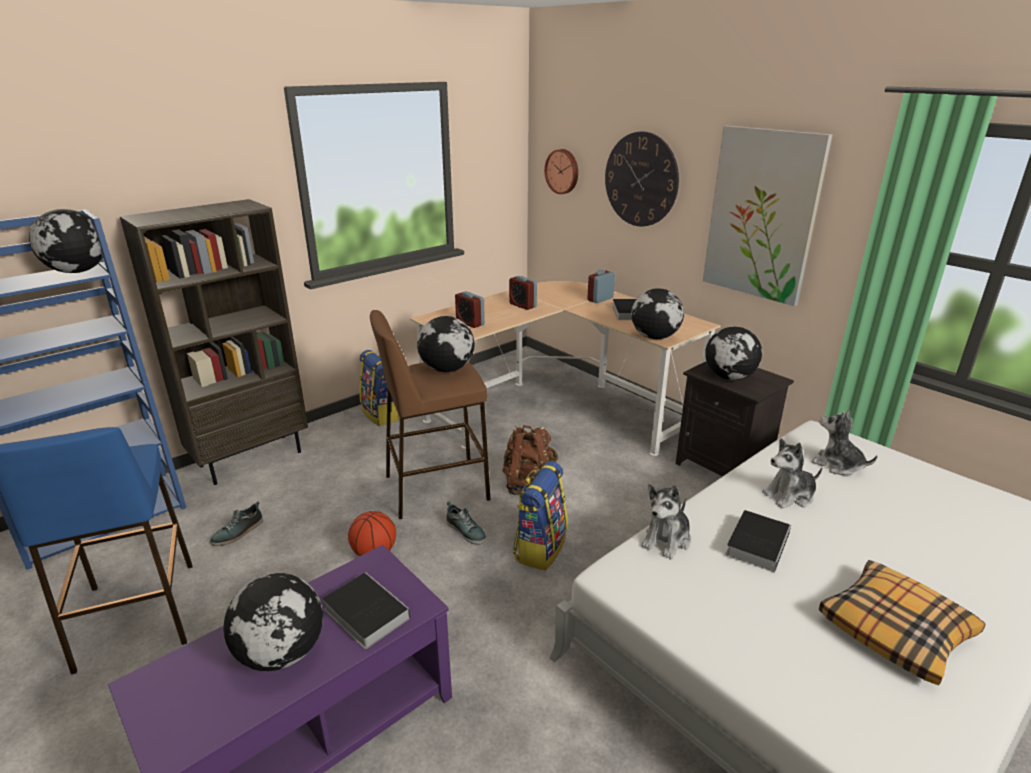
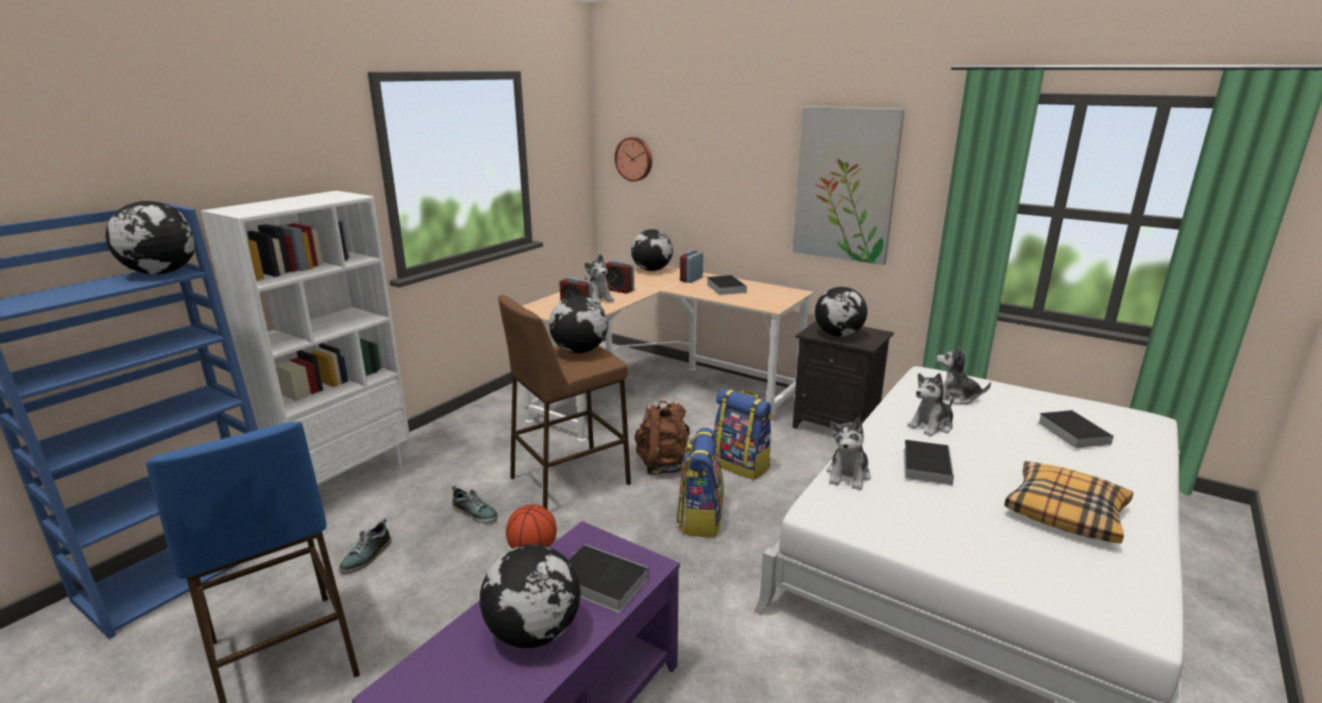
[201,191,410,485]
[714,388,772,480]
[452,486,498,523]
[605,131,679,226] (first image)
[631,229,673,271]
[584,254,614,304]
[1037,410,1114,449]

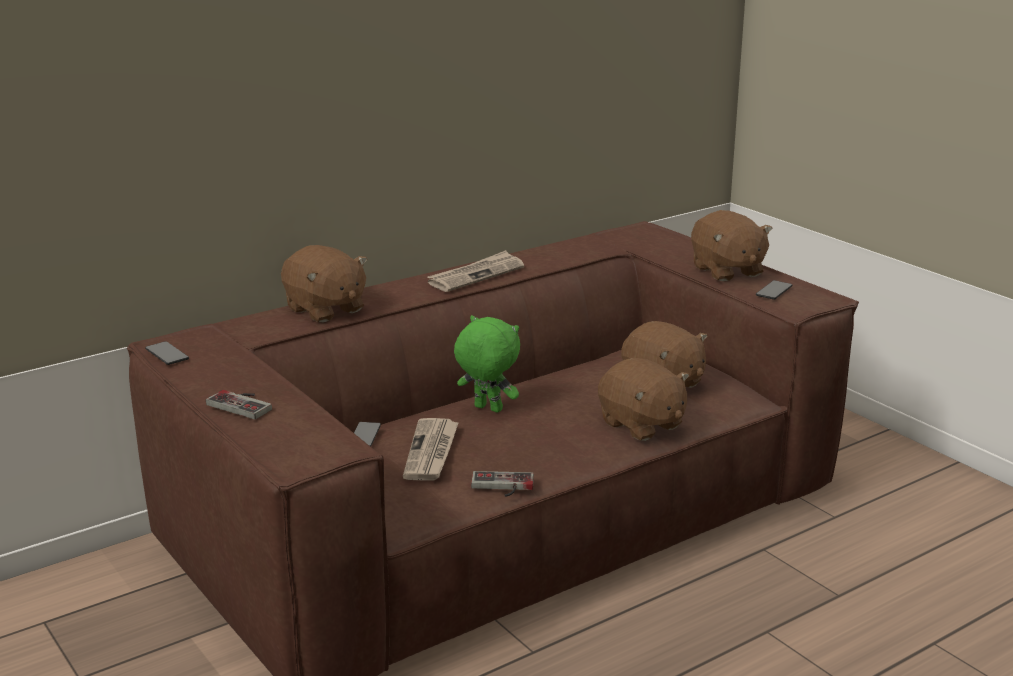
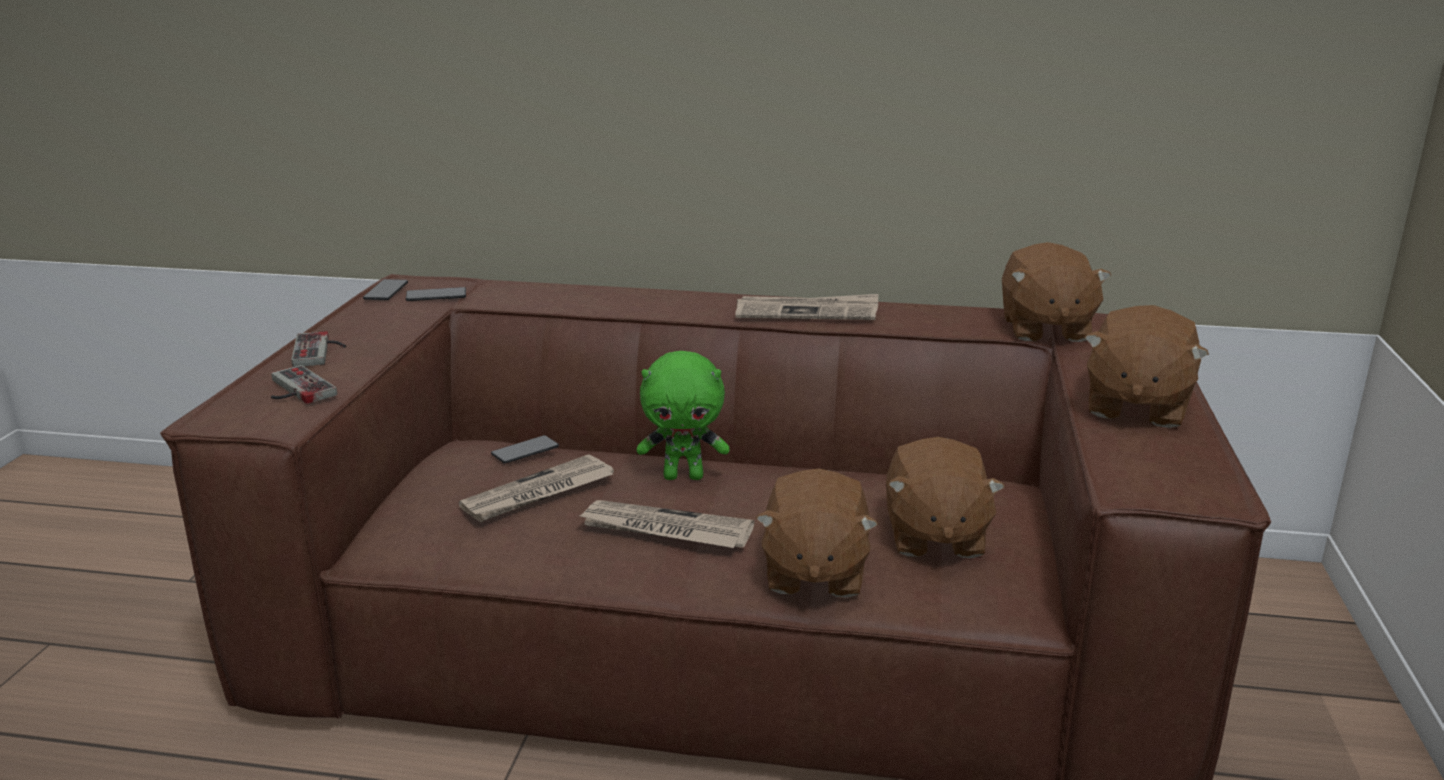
[1002,242,1112,342]
[637,351,730,480]
[271,365,337,404]
[406,287,466,301]
[577,500,754,548]

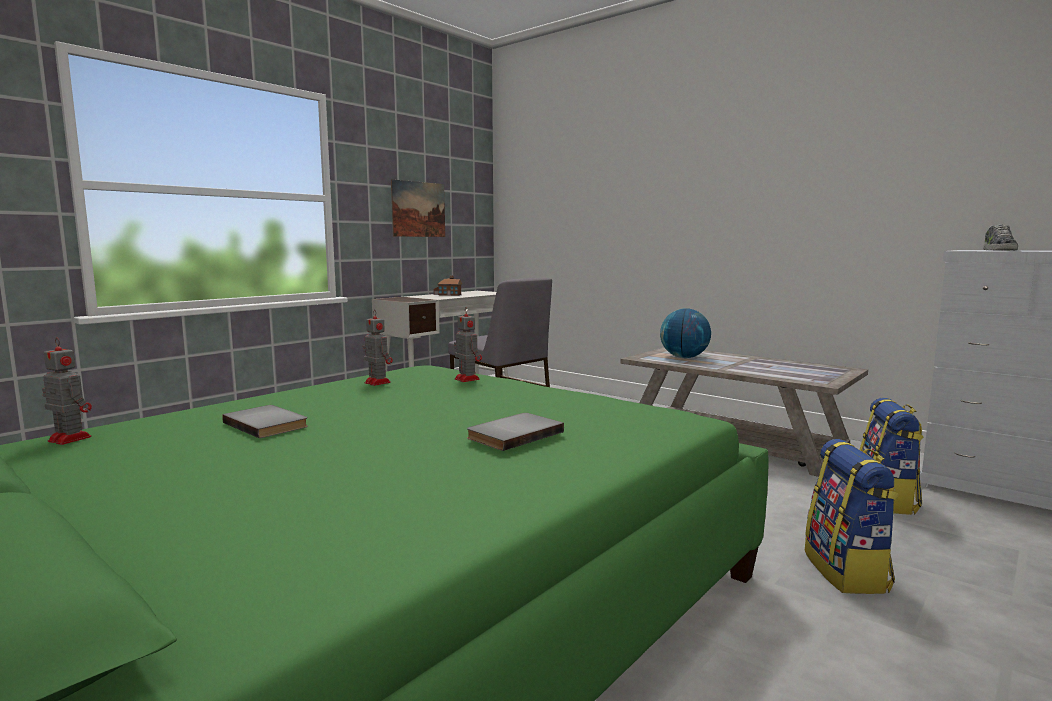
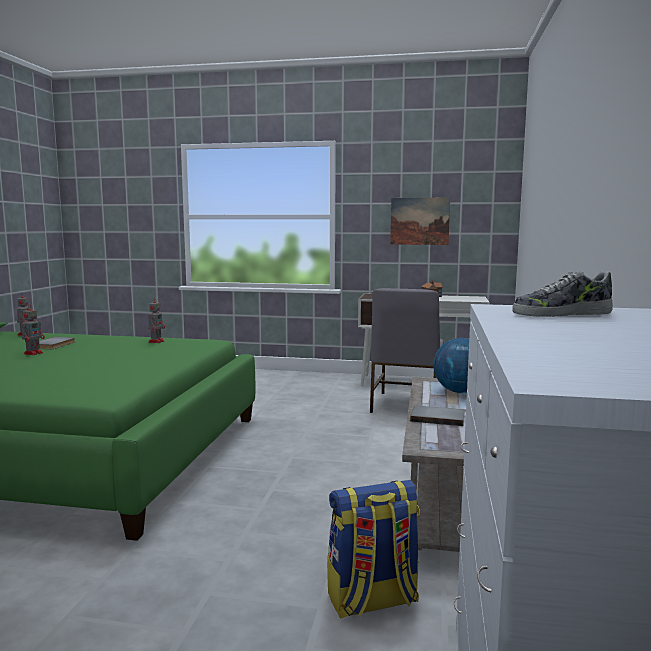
[21,304,45,355]
[410,406,465,426]
[805,439,899,594] (first image)

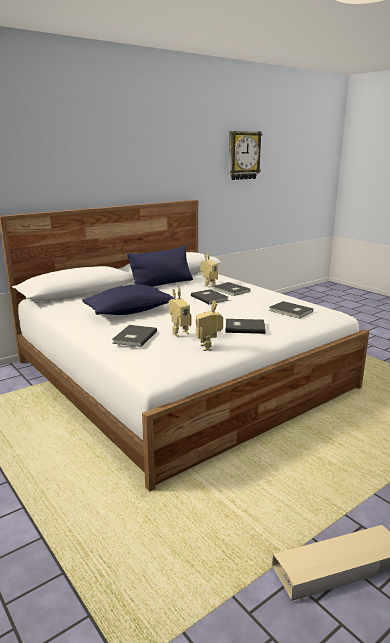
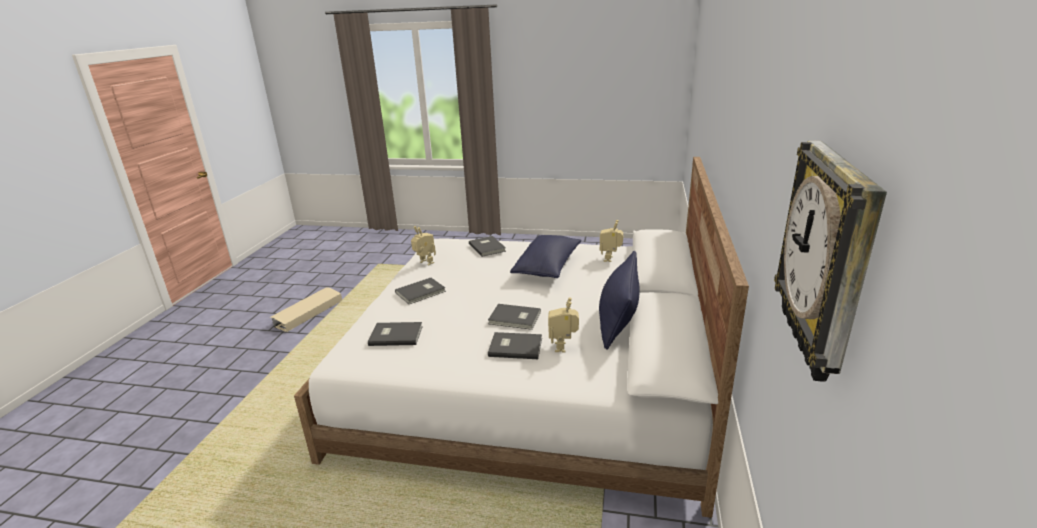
[600,220,623,262]

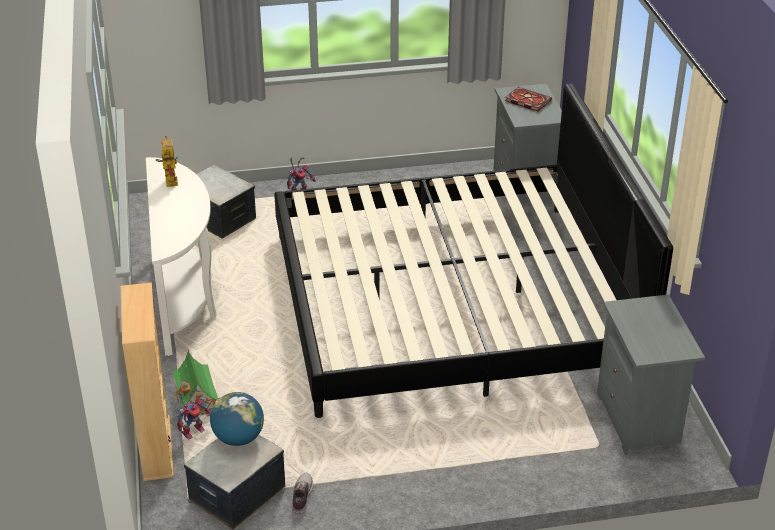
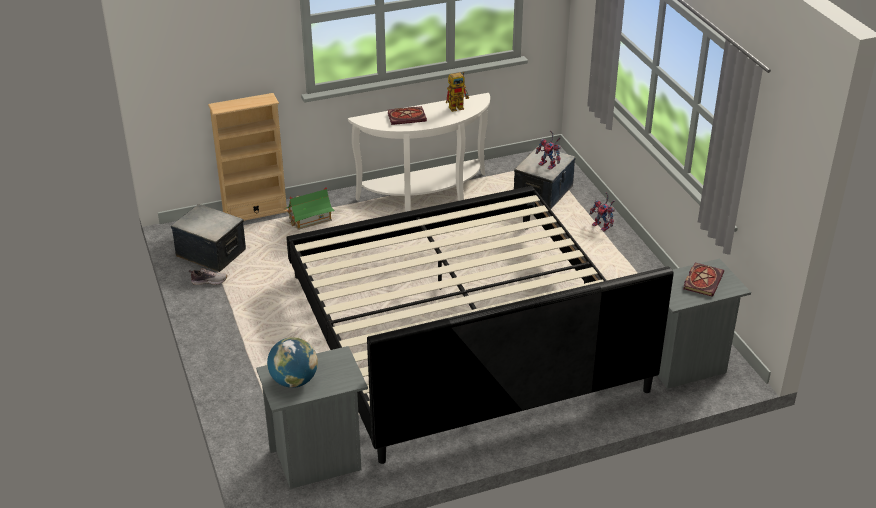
[535,130,561,170]
[267,337,318,388]
[388,106,427,125]

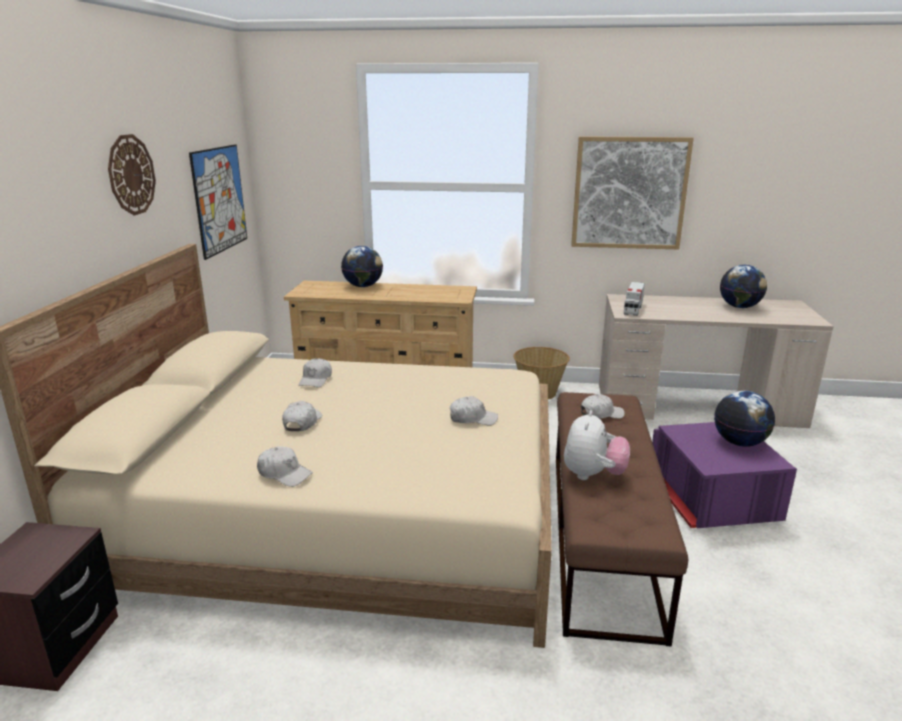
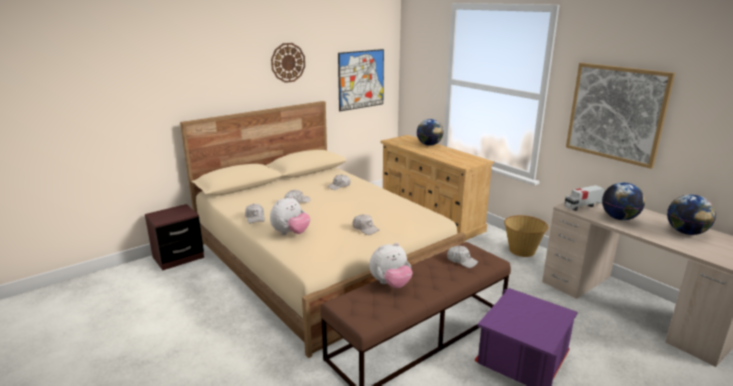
[602,182,645,220]
[270,195,310,235]

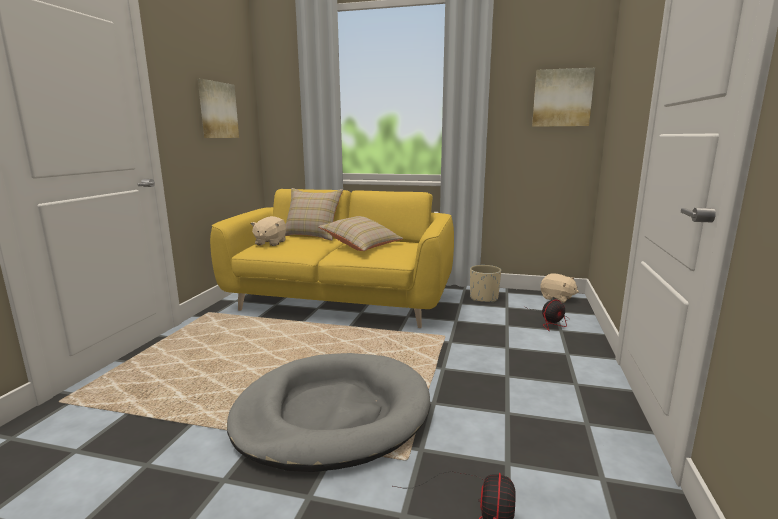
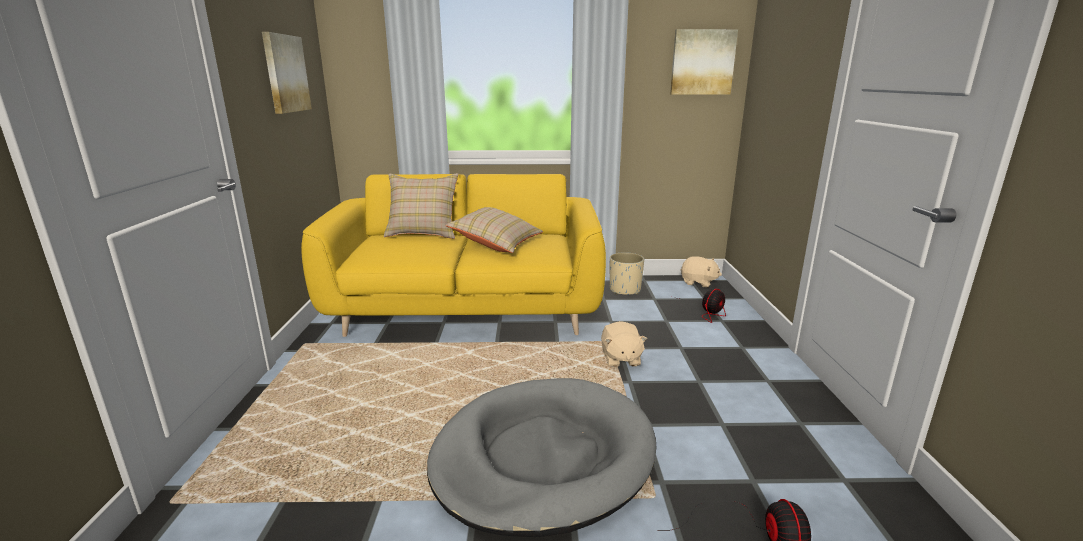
[601,321,647,367]

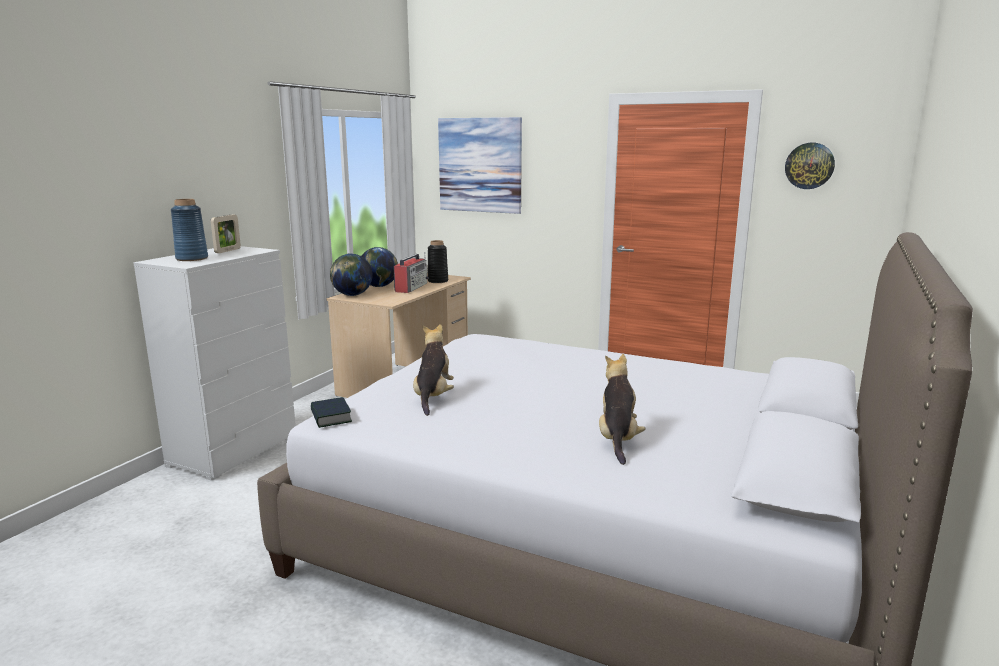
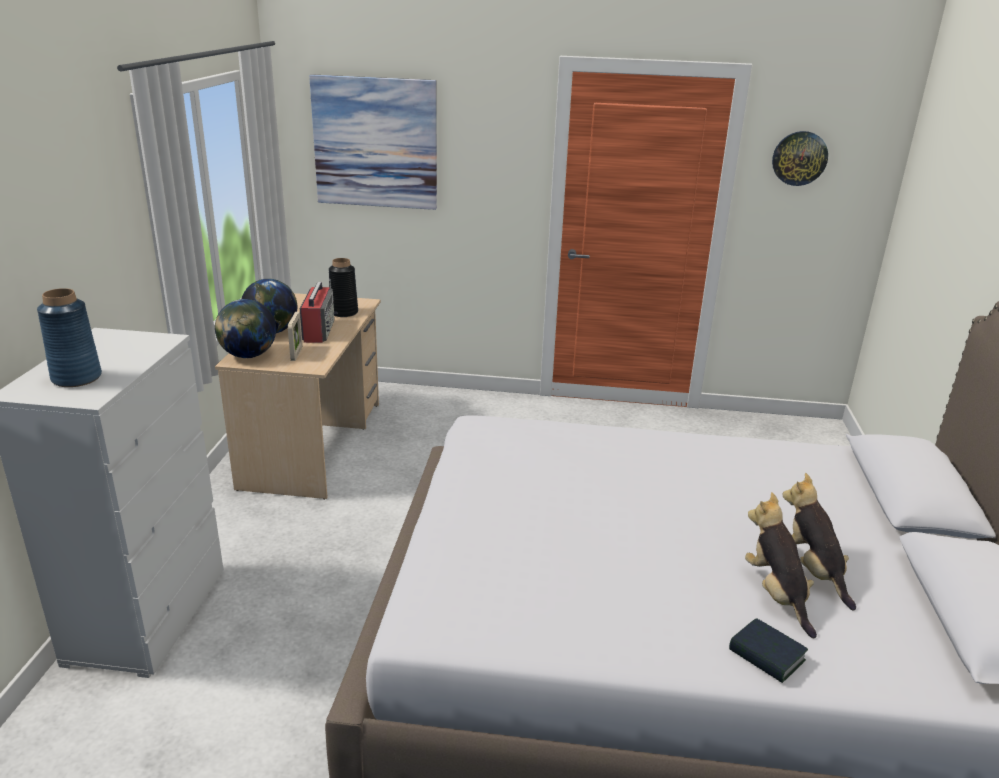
[288,312,303,361]
[729,618,808,683]
[782,473,856,610]

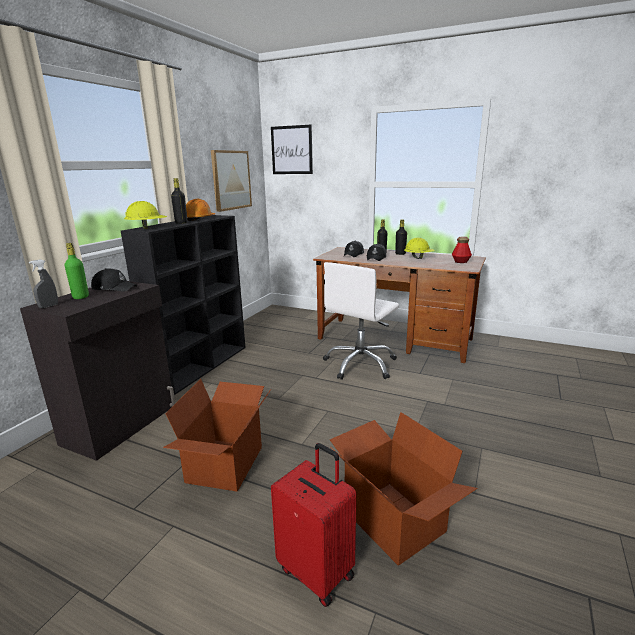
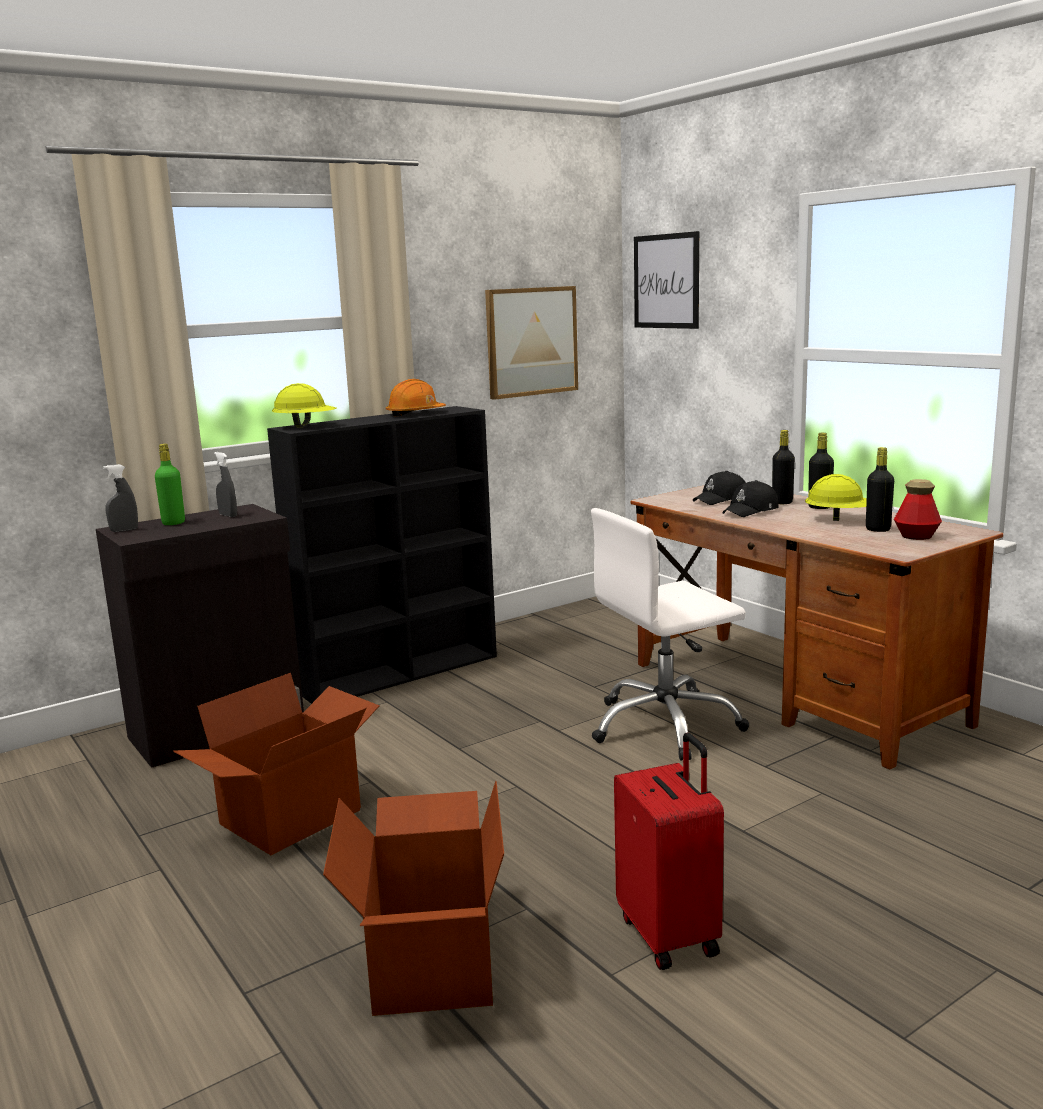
[214,452,237,517]
[866,447,894,532]
[614,733,724,970]

